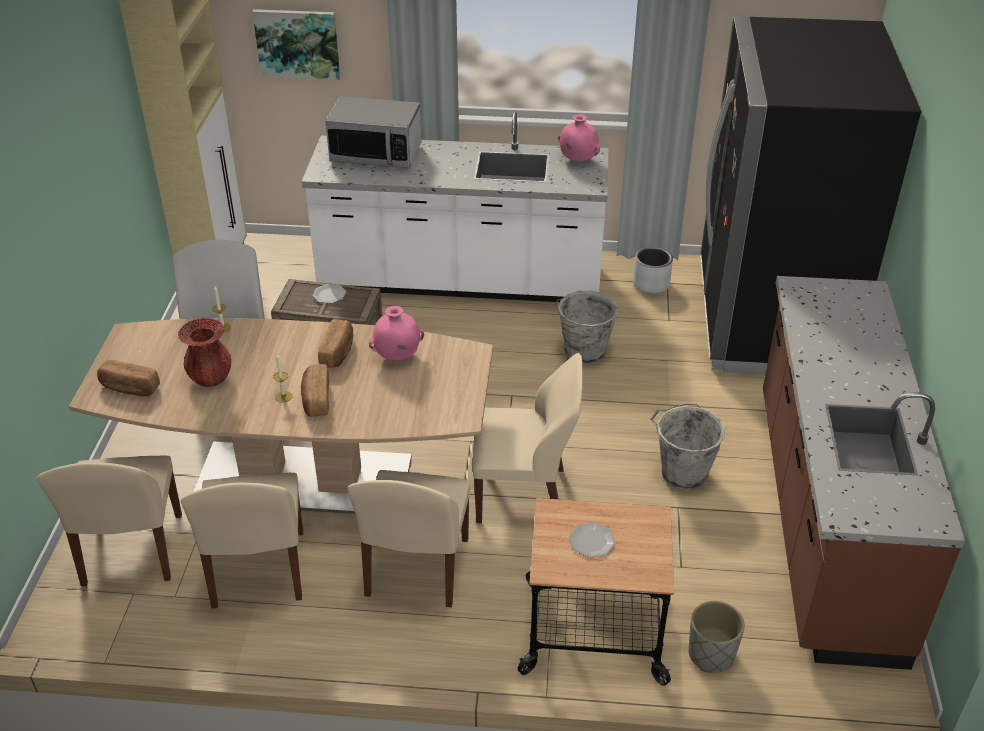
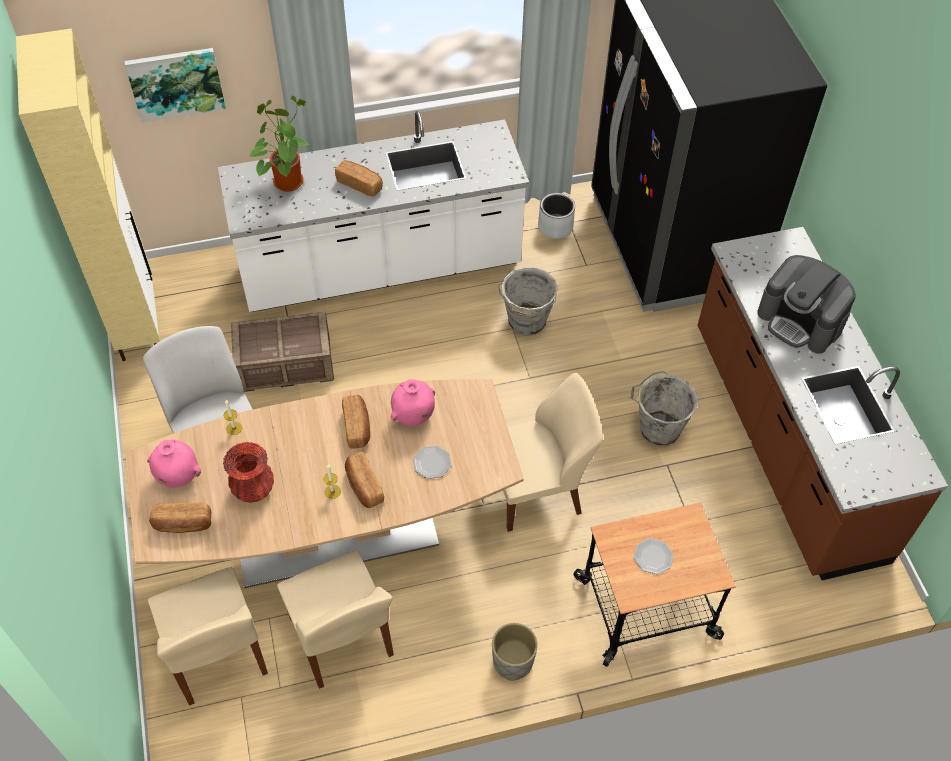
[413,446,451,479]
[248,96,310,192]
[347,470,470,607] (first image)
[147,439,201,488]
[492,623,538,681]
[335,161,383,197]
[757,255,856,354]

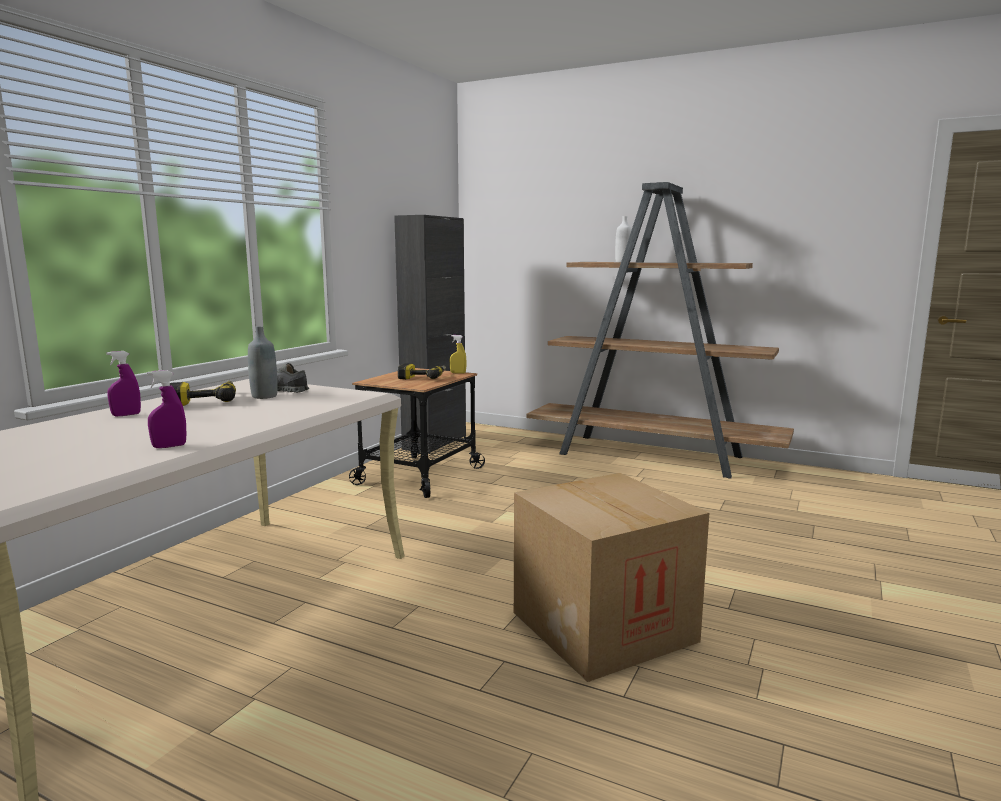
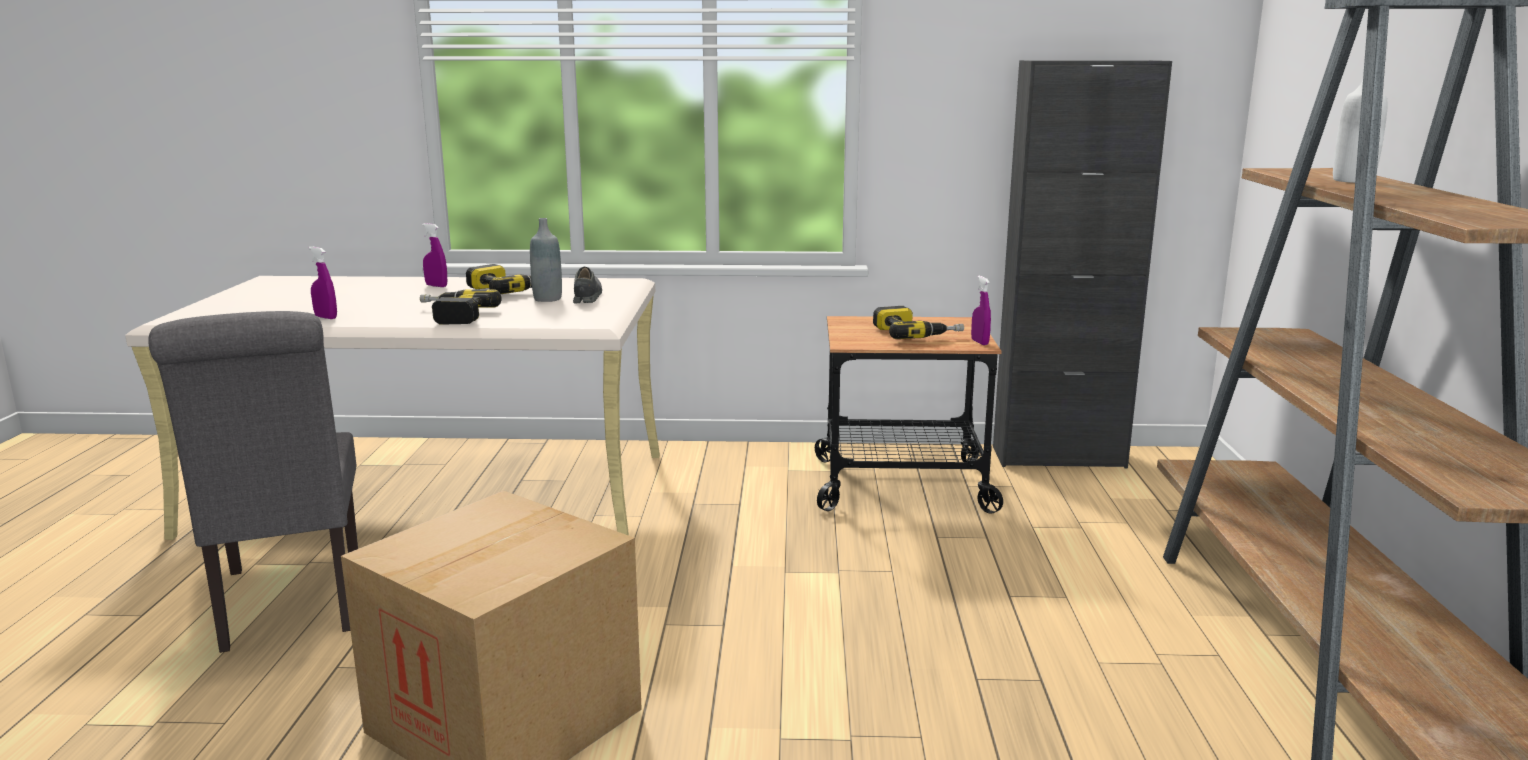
[971,276,991,345]
[148,311,358,653]
[420,289,501,325]

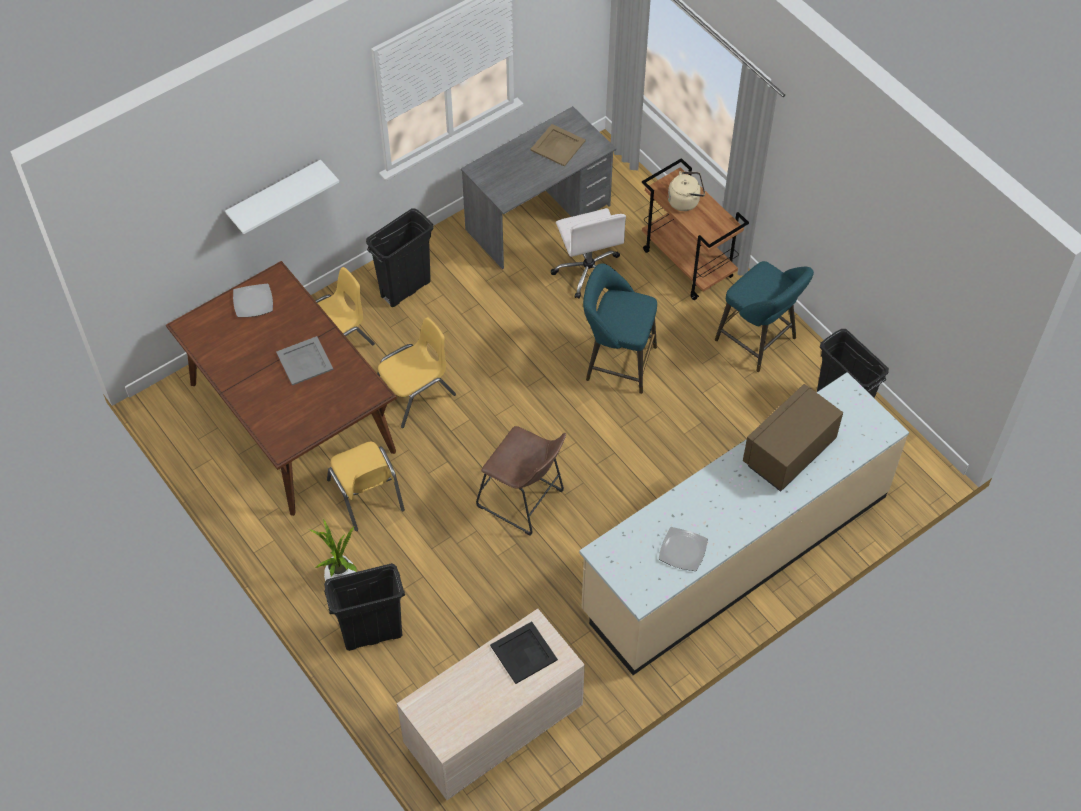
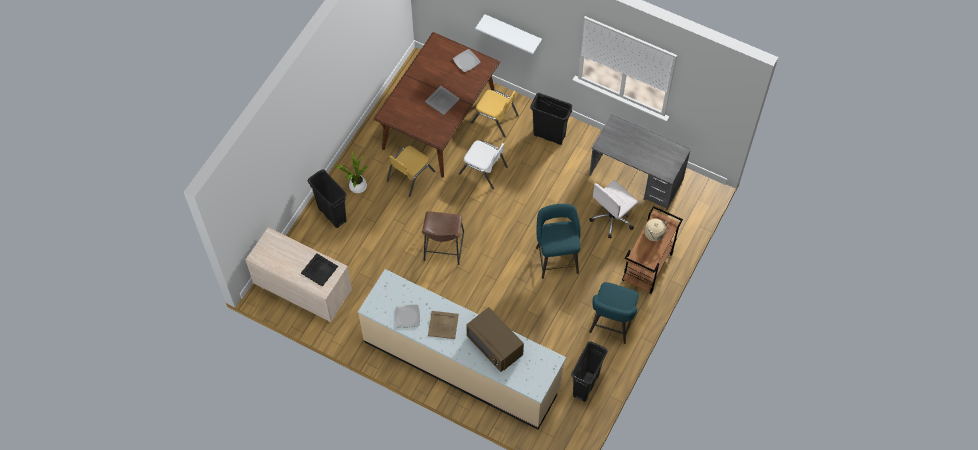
[459,141,508,189]
[428,311,459,339]
[466,307,524,372]

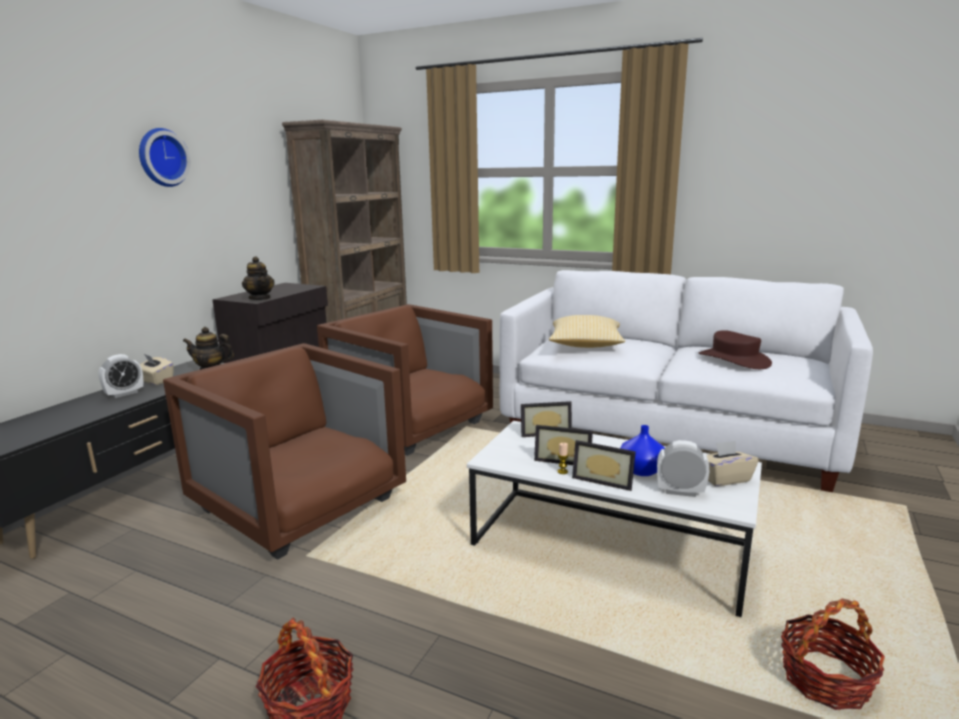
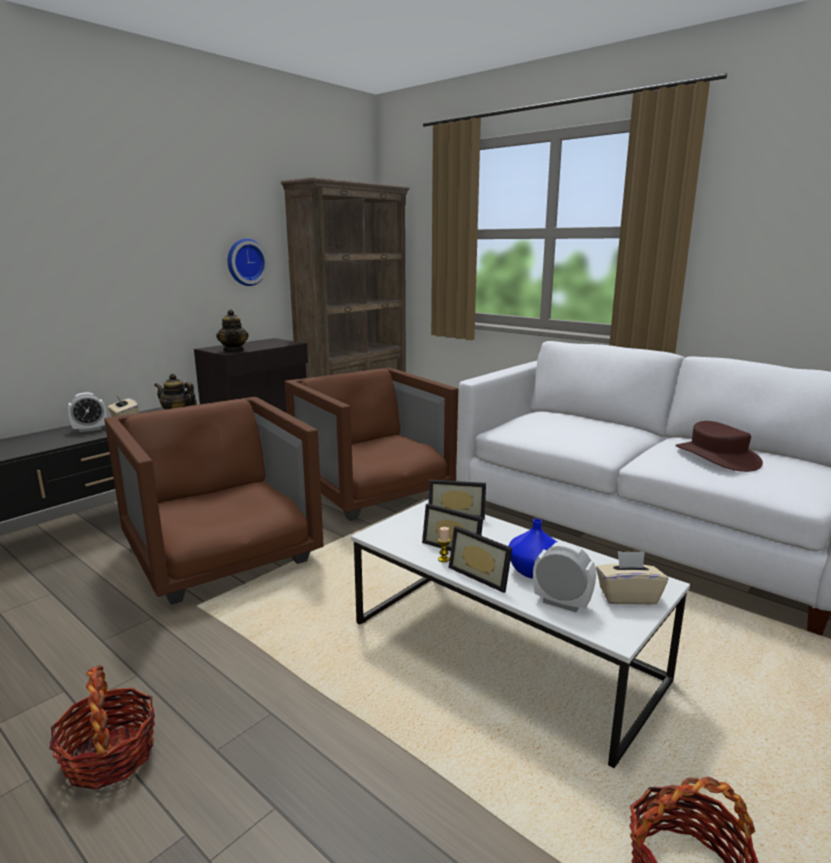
[228,239,268,286]
[549,315,625,348] (first image)

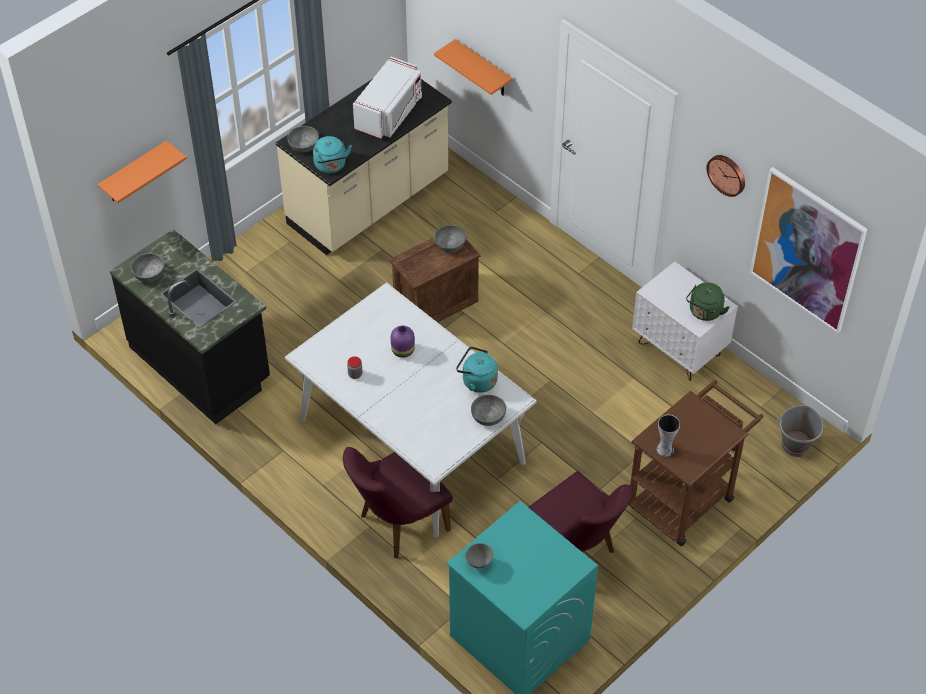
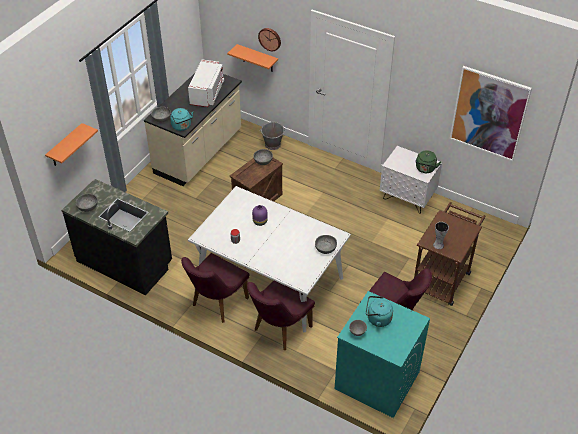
[366,296,393,327]
[258,28,281,51]
[260,122,286,150]
[181,253,249,323]

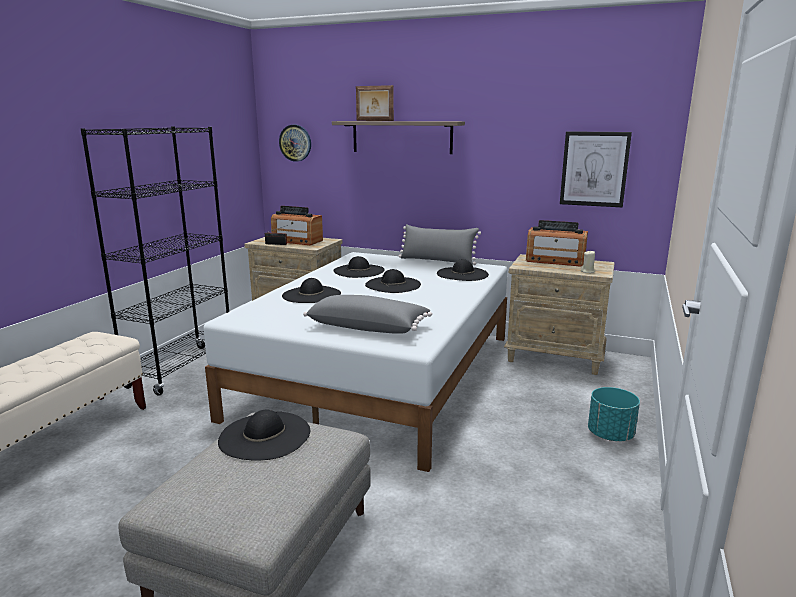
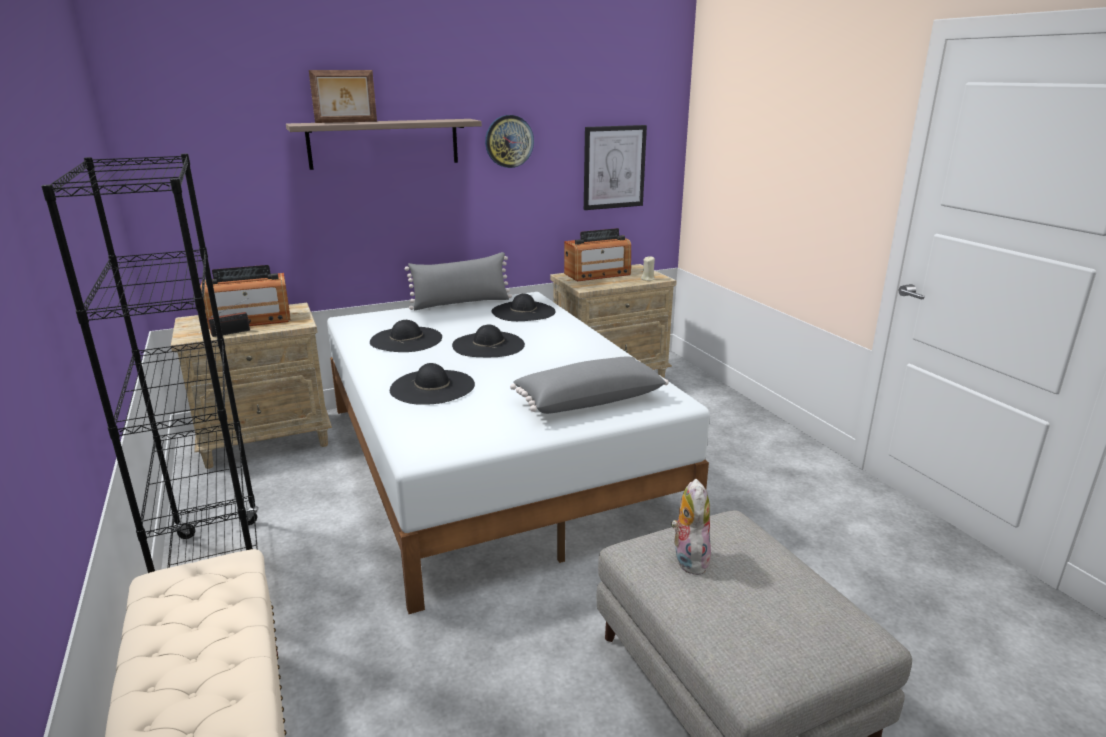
[671,479,711,576]
[485,115,534,168]
[588,387,640,441] (first image)

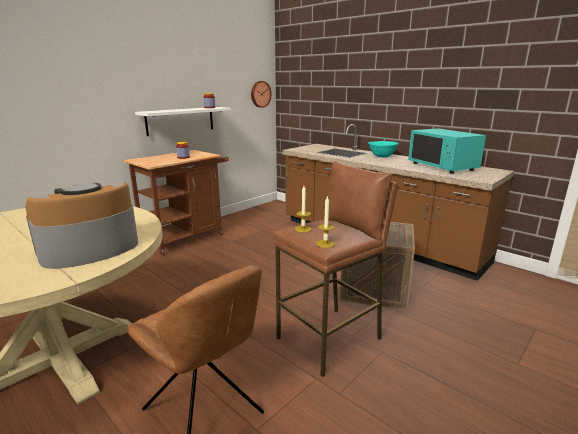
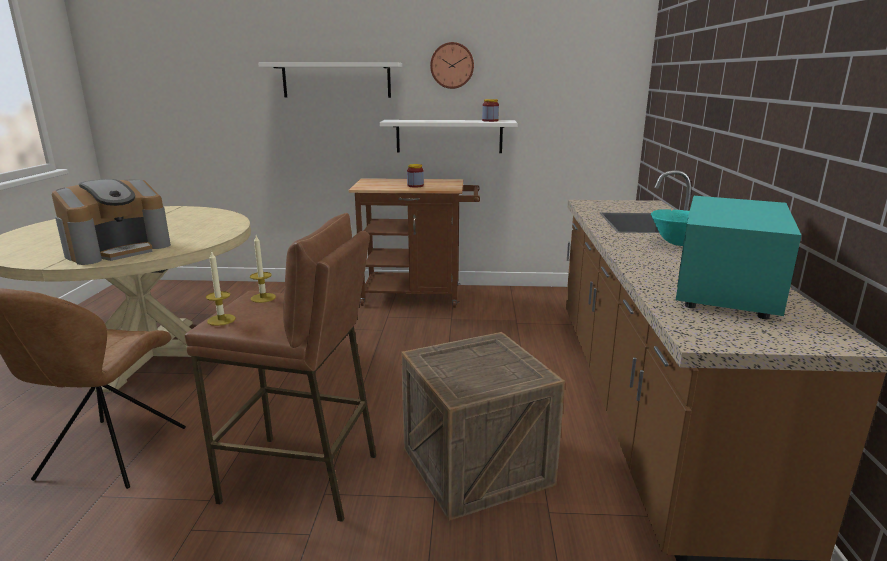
[52,179,171,265]
[430,42,474,89]
[258,62,402,98]

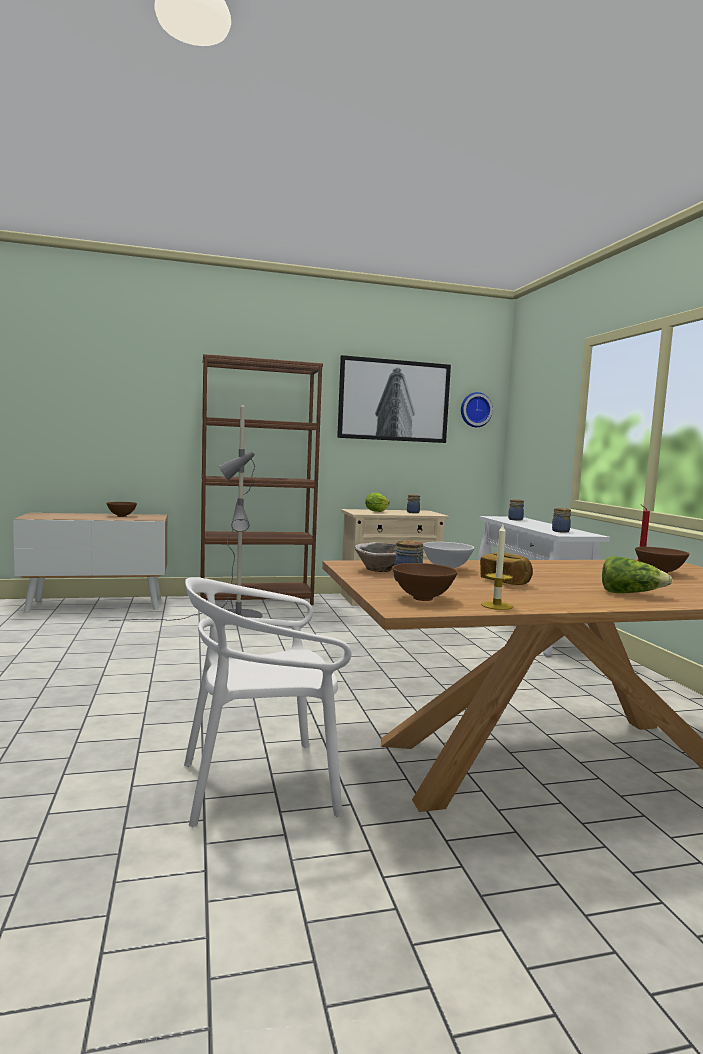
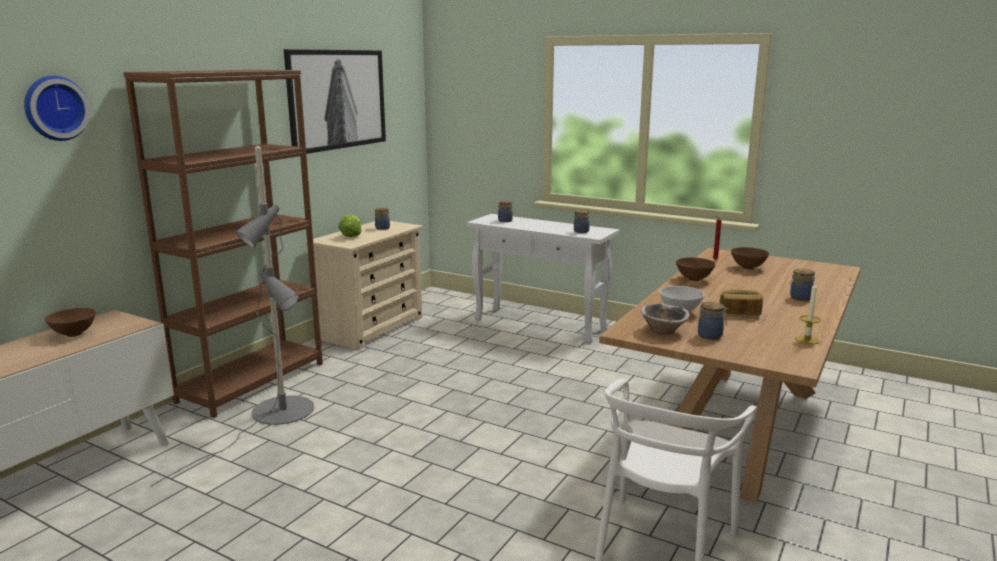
[676,257,716,282]
[24,76,90,141]
[790,269,815,301]

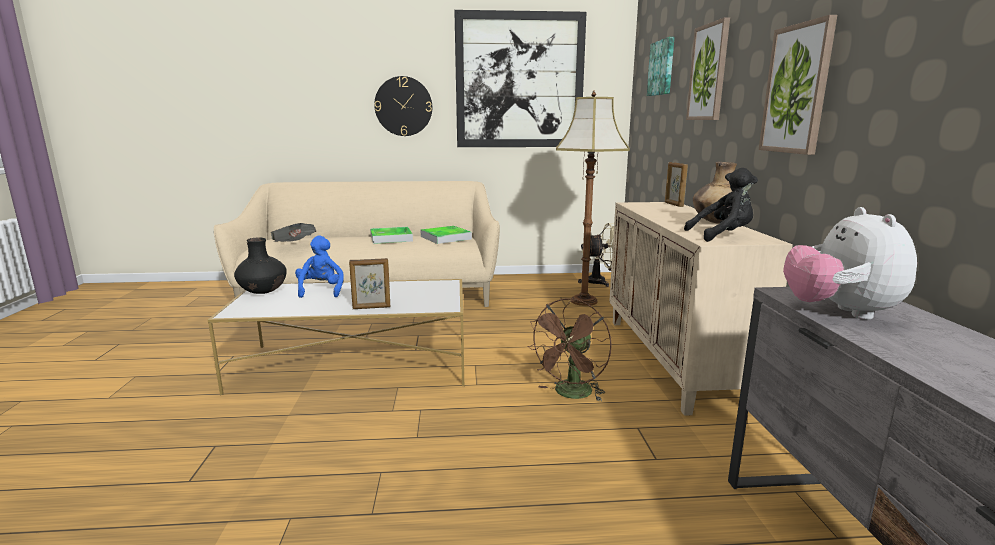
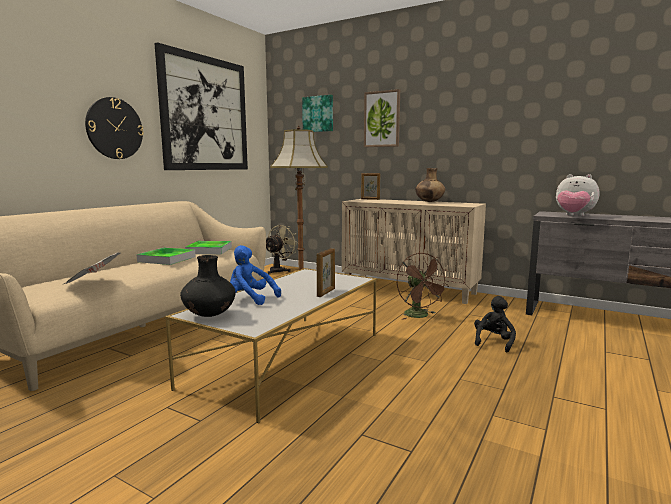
[474,296,516,352]
[759,15,837,155] (first image)

